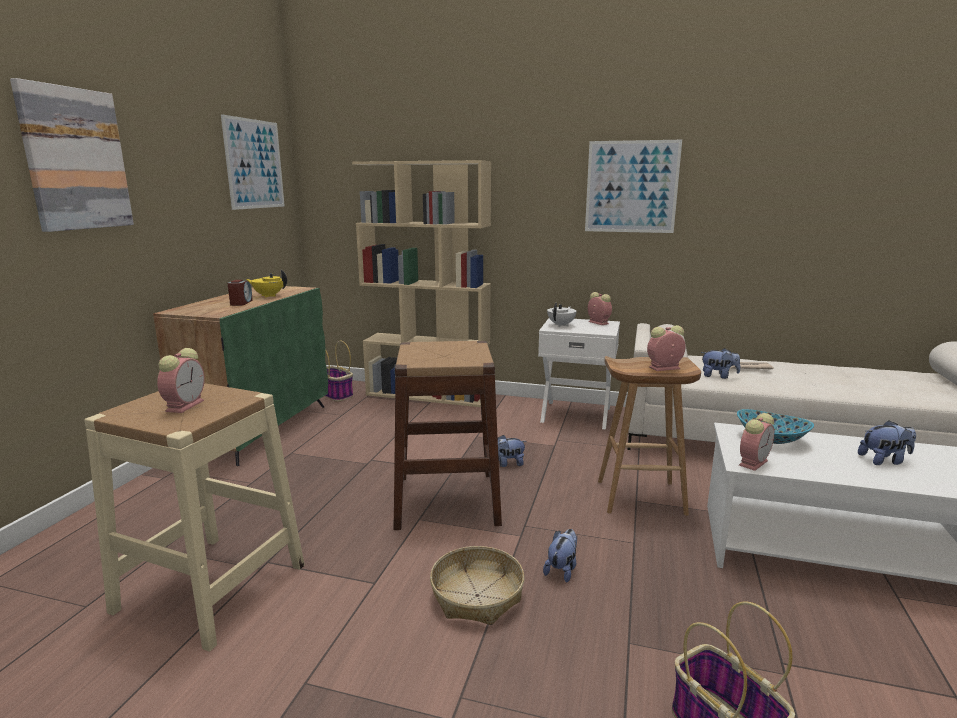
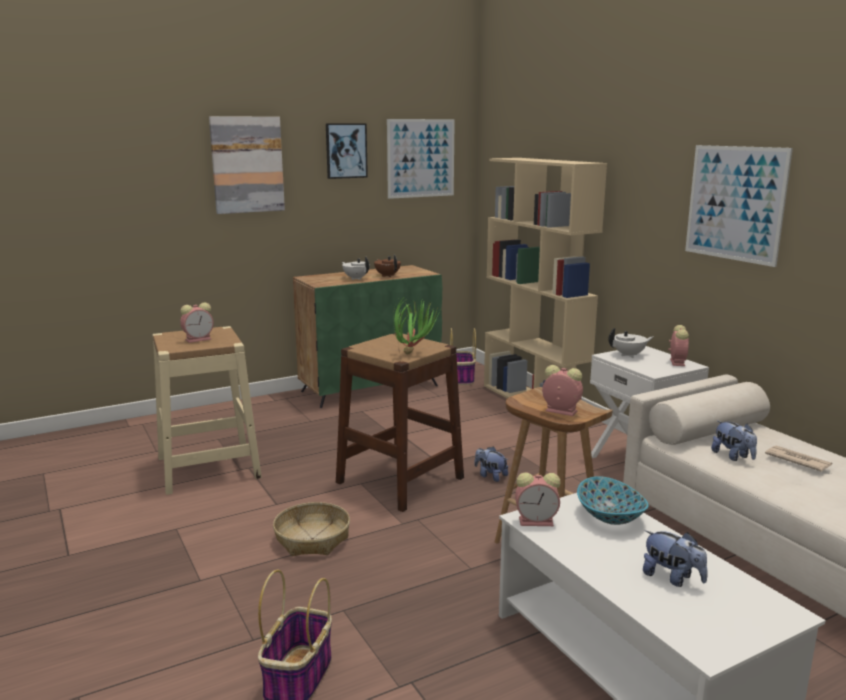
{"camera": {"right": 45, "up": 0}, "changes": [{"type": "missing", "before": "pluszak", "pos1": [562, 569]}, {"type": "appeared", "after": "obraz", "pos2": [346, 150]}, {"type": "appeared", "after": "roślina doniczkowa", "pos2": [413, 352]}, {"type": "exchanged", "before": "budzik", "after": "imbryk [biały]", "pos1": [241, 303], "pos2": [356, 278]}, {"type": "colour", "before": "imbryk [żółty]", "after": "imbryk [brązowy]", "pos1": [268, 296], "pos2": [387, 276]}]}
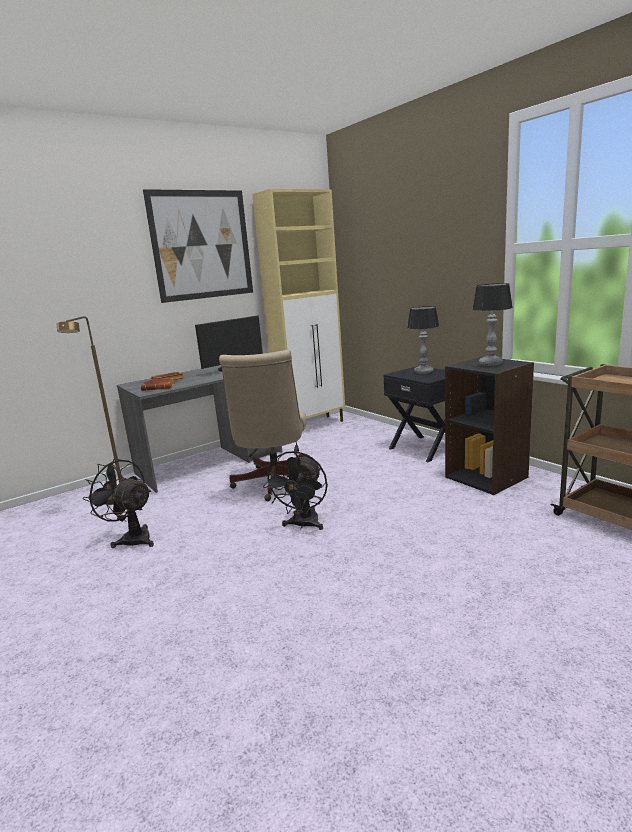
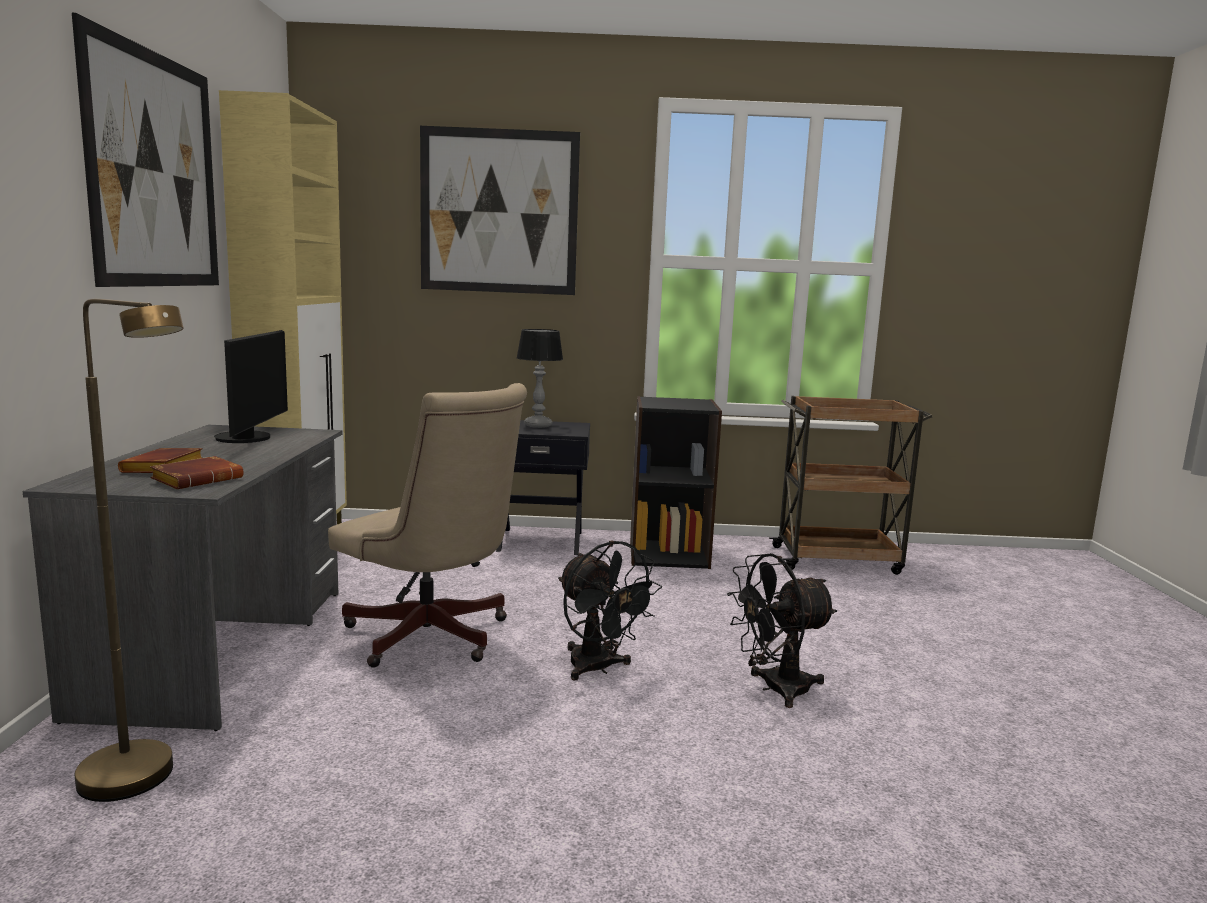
{"camera": {"right": -55, "up": -5}, "changes": [{"type": "missing", "before": "lampa stołowa", "pos1": [490, 363]}, {"type": "appeared", "after": "obraz", "pos2": [499, 212]}, {"type": "relocated", "before": "wentylator [czarny]", "pos1": [131, 538], "pos2": [775, 689]}]}
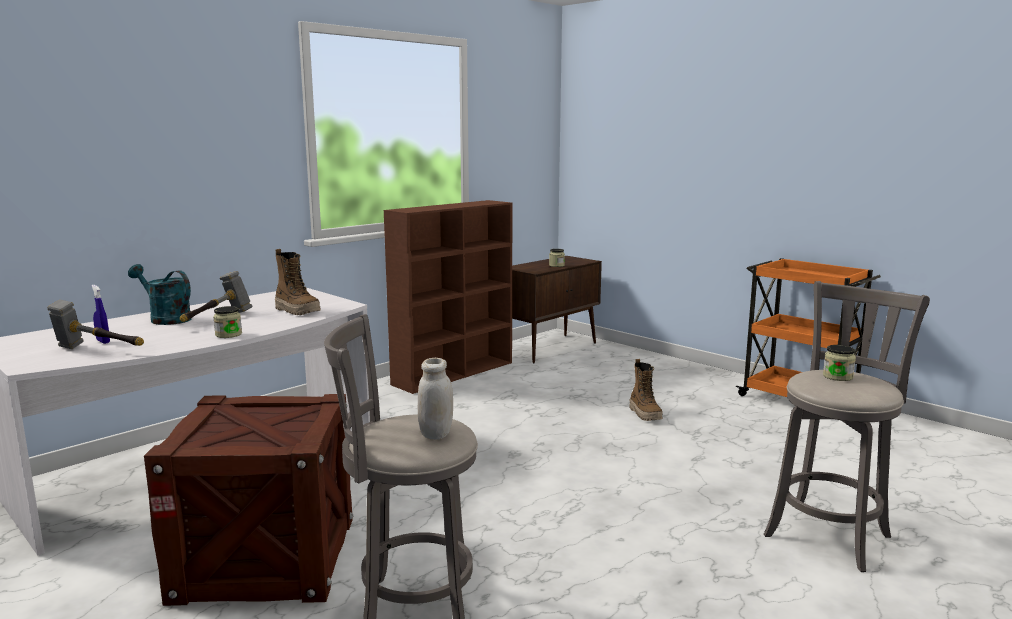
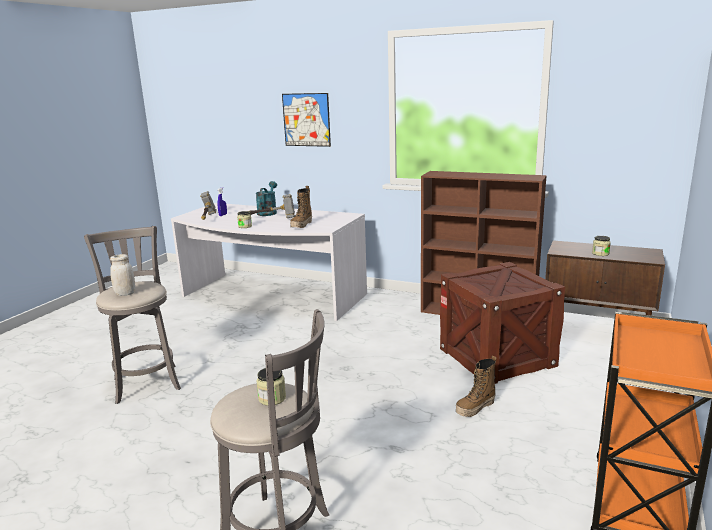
{"camera": {"right": 70, "up": 5}, "changes": [{"type": "appeared", "after": "obraz", "pos2": [306, 120]}, {"type": "relocated", "before": "skrzynka", "pos1": [266, 558], "pos2": [496, 357]}]}
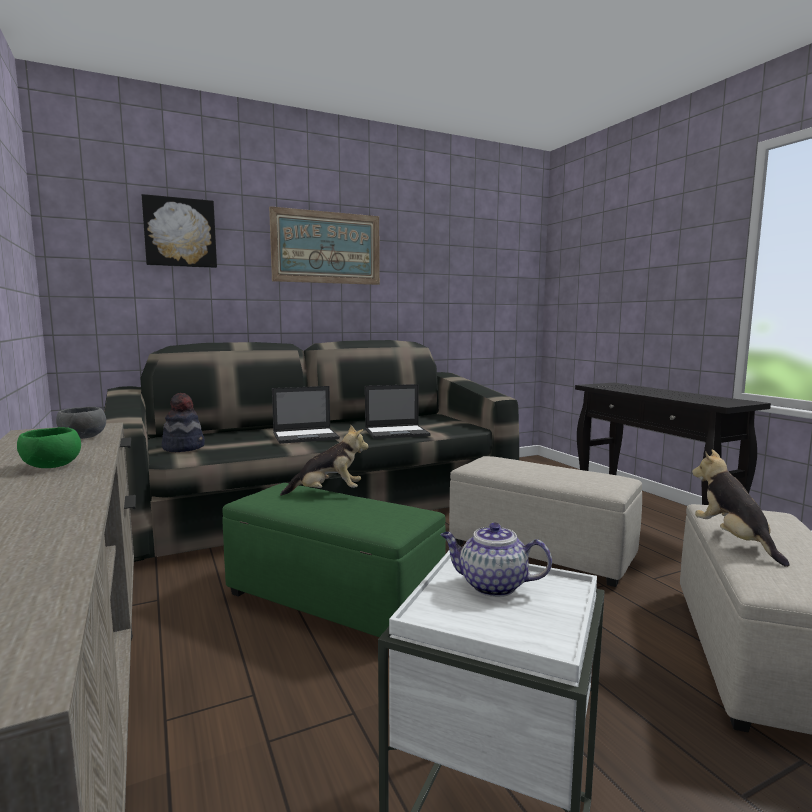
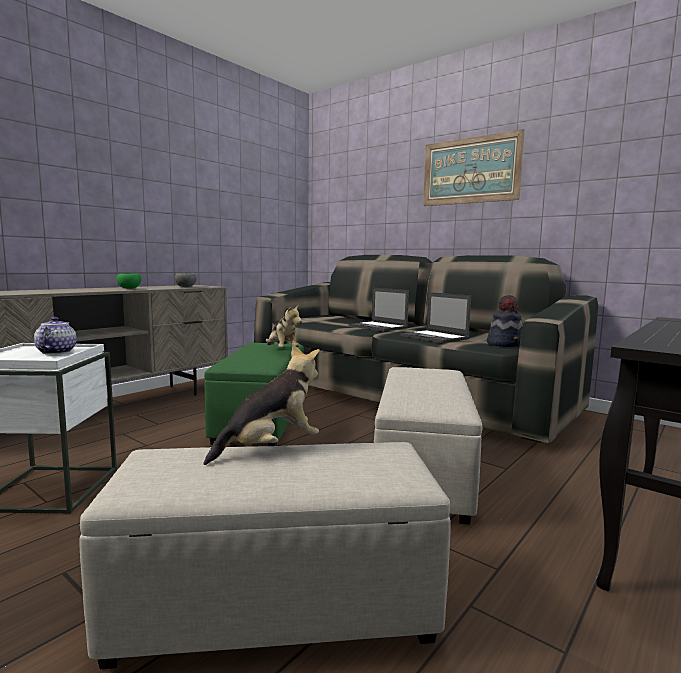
{"camera": {"right": 65, "up": 0}, "changes": [{"type": "missing", "before": "obraz", "pos1": [180, 233]}, {"type": "relocated", "before": "kapelusz", "pos1": [184, 447], "pos2": [505, 344]}]}
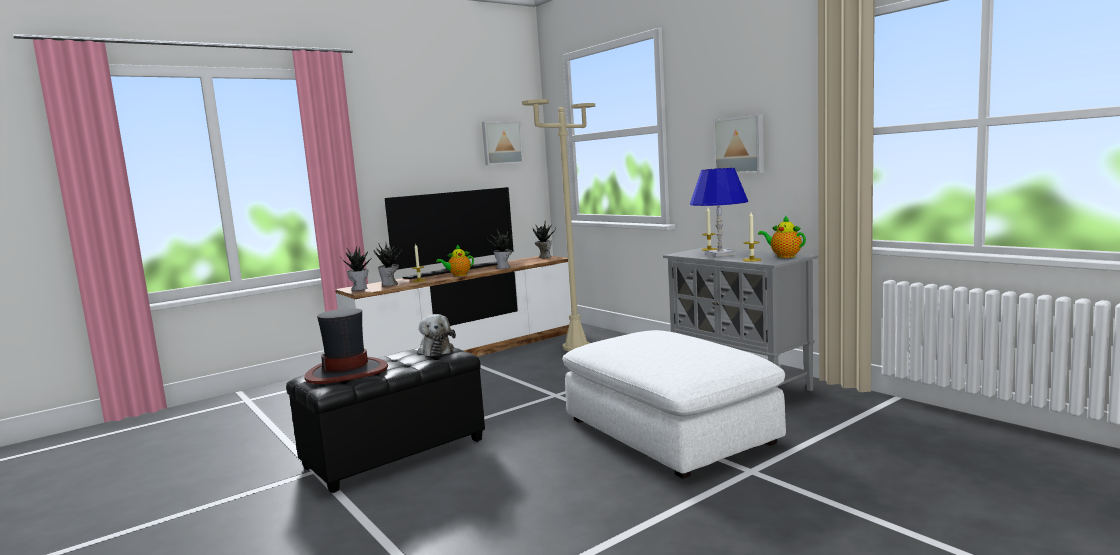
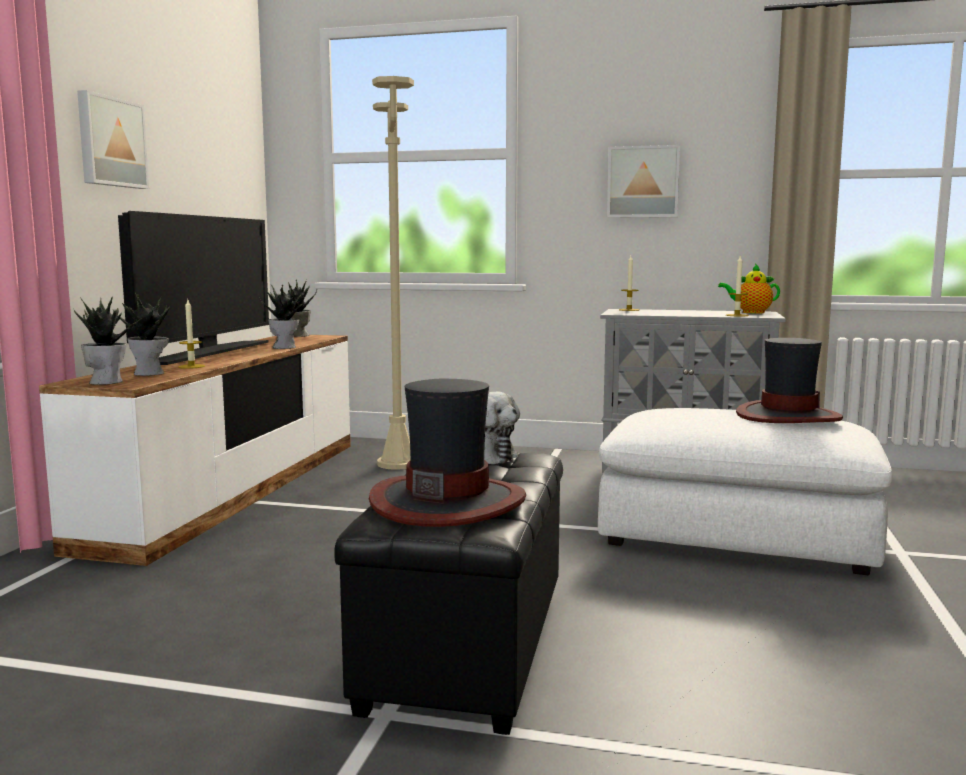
{"camera": {"right": -40, "up": 0}, "changes": [{"type": "missing", "before": "imbryk", "pos1": [458, 275]}, {"type": "missing", "before": "lampa stołowa [niebieski]", "pos1": [720, 254]}, {"type": "appeared", "after": "kapelusz", "pos2": [787, 416]}, {"type": "relocated", "before": "obraz", "pos1": [501, 143], "pos2": [110, 142]}]}
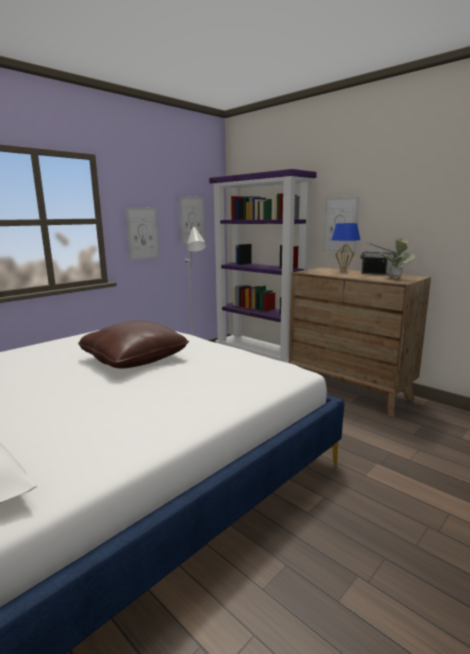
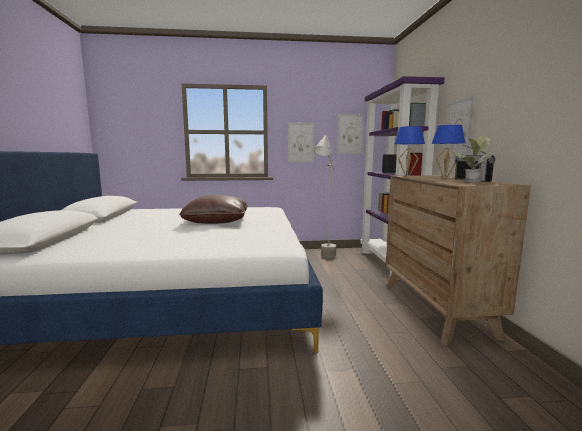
{"camera": {"right": 40, "up": -5}, "changes": [{"type": "appeared", "after": "lampa stołowa [niebieski]", "pos2": [406, 176]}]}
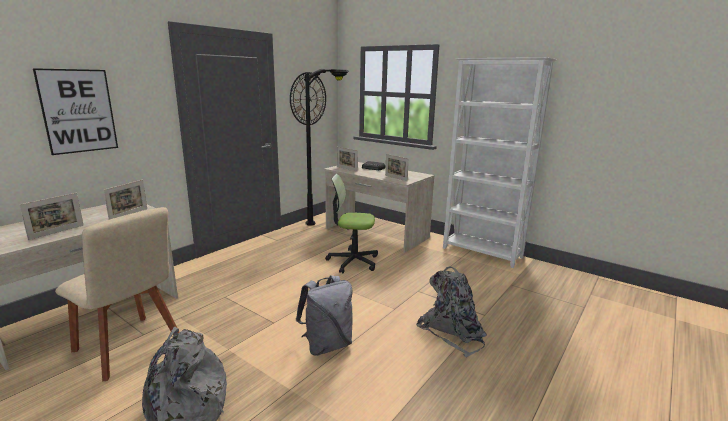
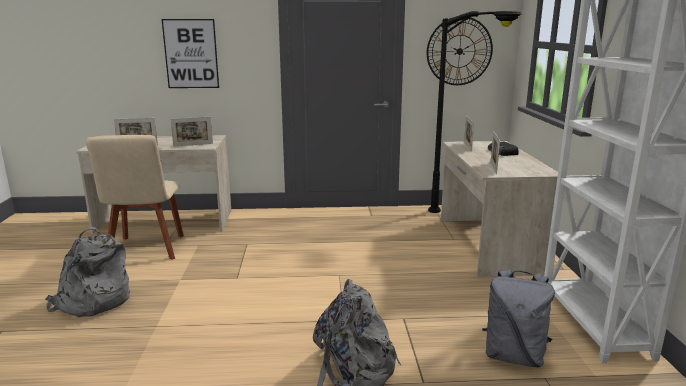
{"camera": {"right": 50, "up": 0}, "changes": [{"type": "missing", "before": "krzesło biurowe", "pos1": [352, 261]}, {"type": "relocated", "before": "plecak [szary]", "pos1": [327, 345], "pos2": [514, 356]}]}
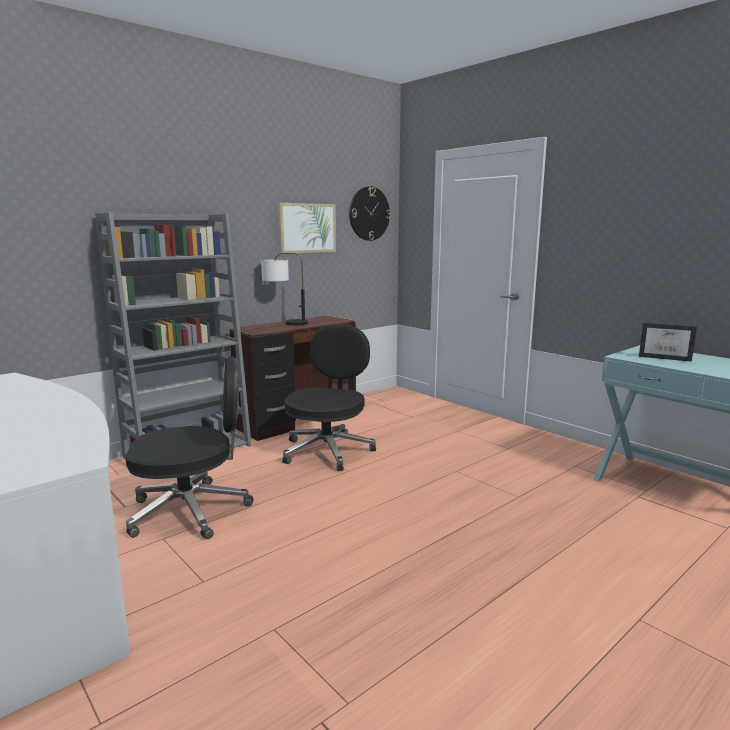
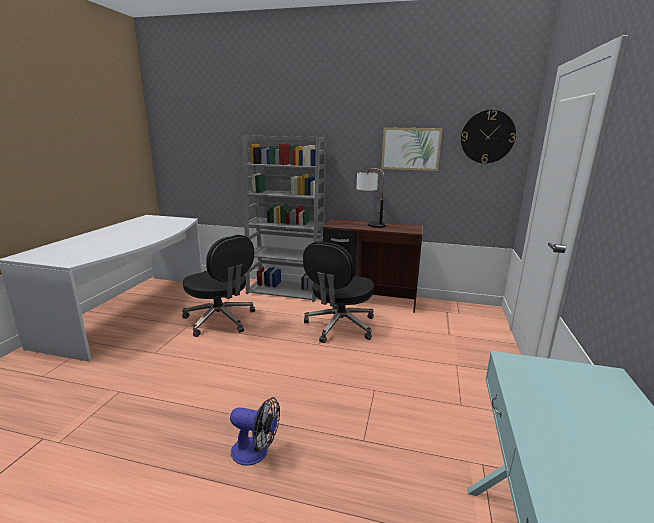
{"camera": {"right": 55, "up": 5}, "changes": [{"type": "missing", "before": "ramka na zdjęcie", "pos1": [665, 358]}, {"type": "appeared", "after": "wentylator", "pos2": [256, 452]}, {"type": "spun", "before": "krzesło biurowe [czarny]", "pos1": [328, 450], "pos2": [339, 326], "turn": 135}]}
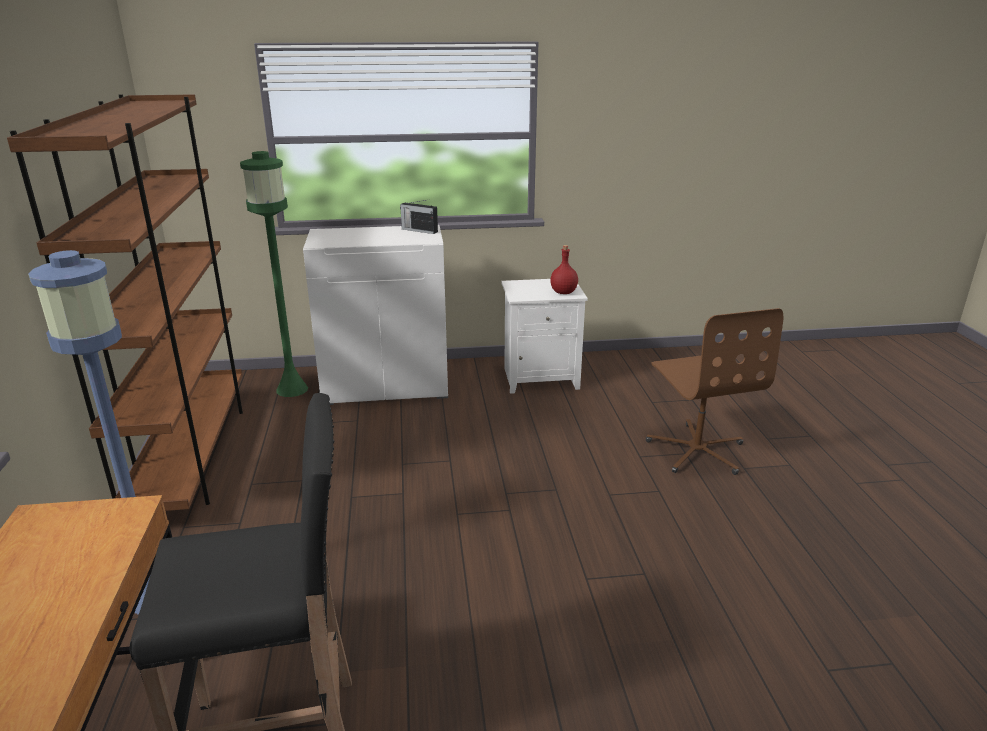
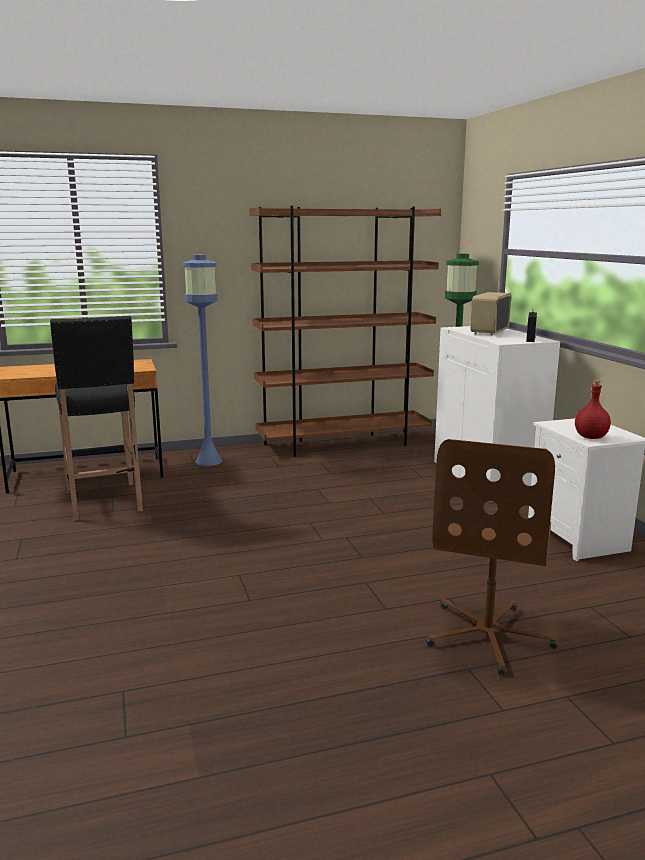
{"camera": {"right": 80, "up": -10}, "changes": [{"type": "appeared", "after": "radio", "pos2": [489, 332]}, {"type": "spun", "before": "krzesło biurowe [brązowy]", "pos1": [697, 450], "pos2": [489, 635], "turn": -45}]}
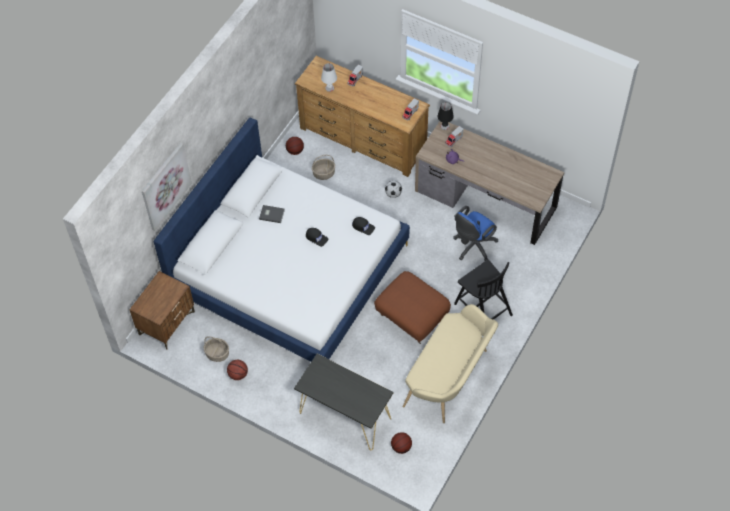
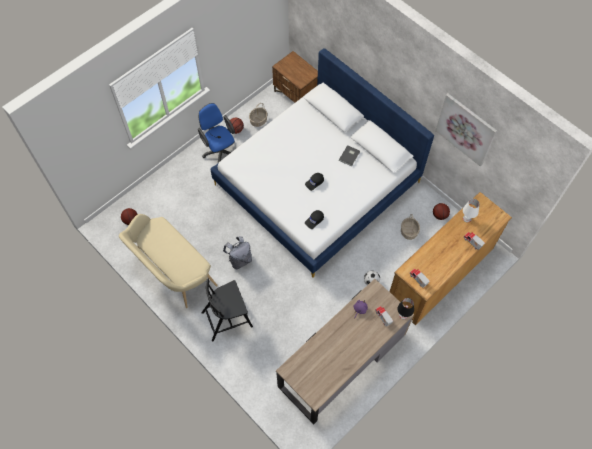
{"camera": {"right": 105, "up": 5}, "changes": [{"type": "missing", "before": "stolik konsolowy [czarny]", "pos1": [344, 415]}, {"type": "relocated", "before": "obraz", "pos1": [166, 186], "pos2": [465, 129]}, {"type": "relocated", "before": "krzesło biurowe [niebieski]", "pos1": [473, 247], "pos2": [220, 152]}, {"type": "exchanged", "before": "pufa [brązowy]", "after": "plecak [szary]", "pos1": [411, 318], "pos2": [239, 259]}]}
